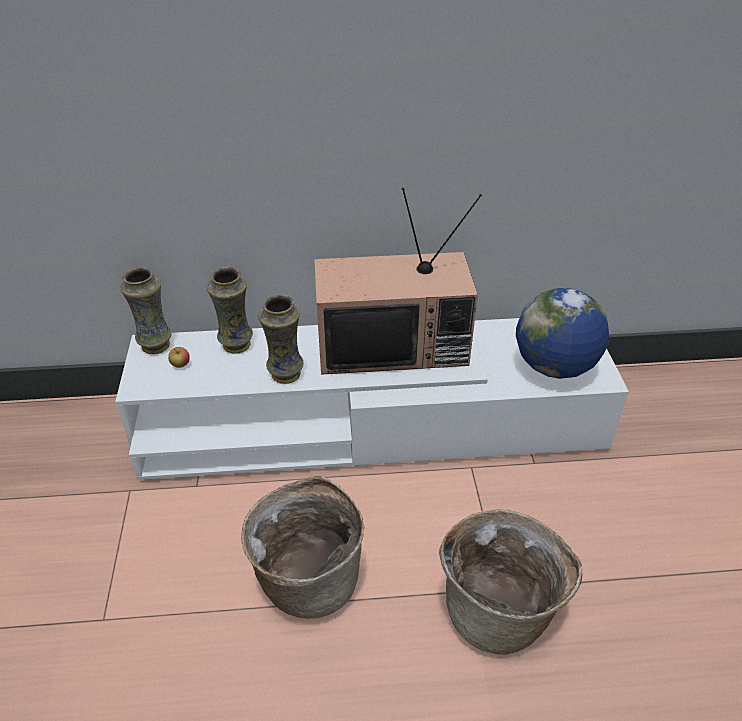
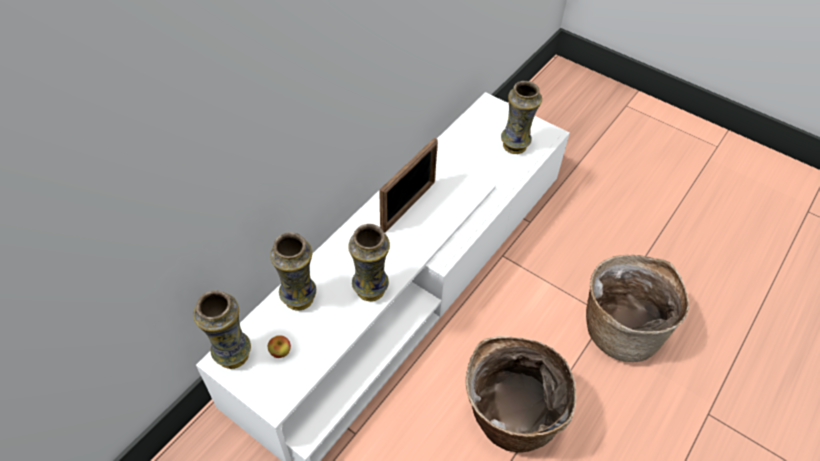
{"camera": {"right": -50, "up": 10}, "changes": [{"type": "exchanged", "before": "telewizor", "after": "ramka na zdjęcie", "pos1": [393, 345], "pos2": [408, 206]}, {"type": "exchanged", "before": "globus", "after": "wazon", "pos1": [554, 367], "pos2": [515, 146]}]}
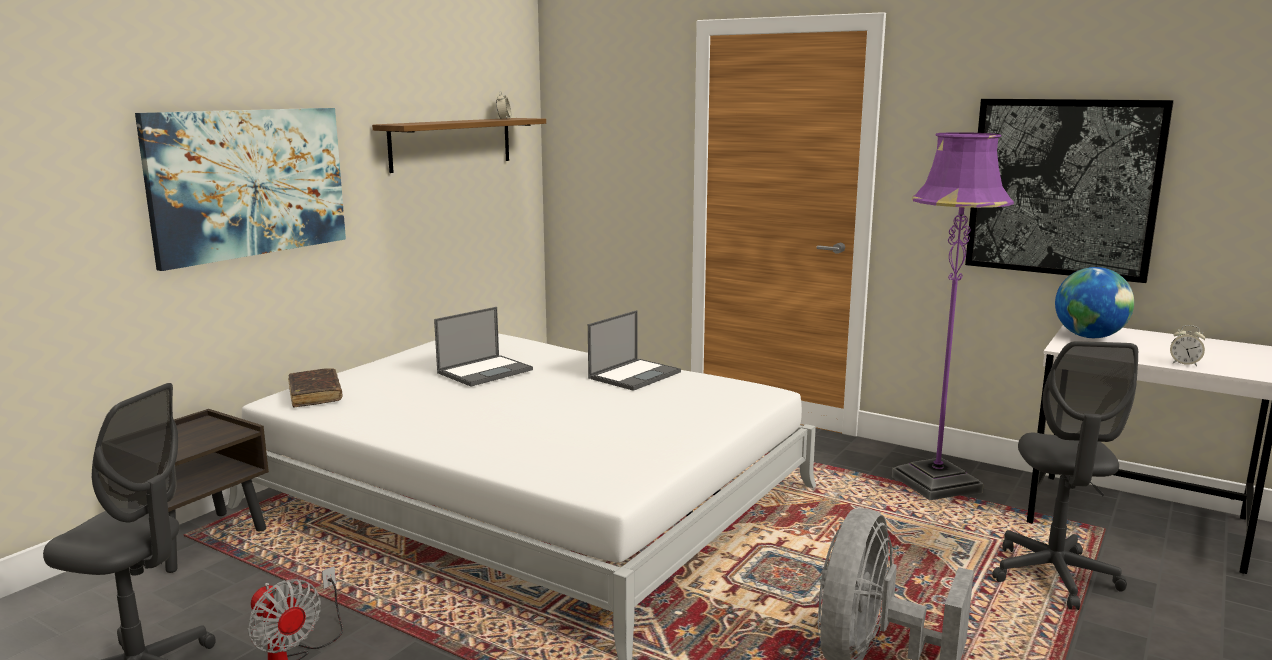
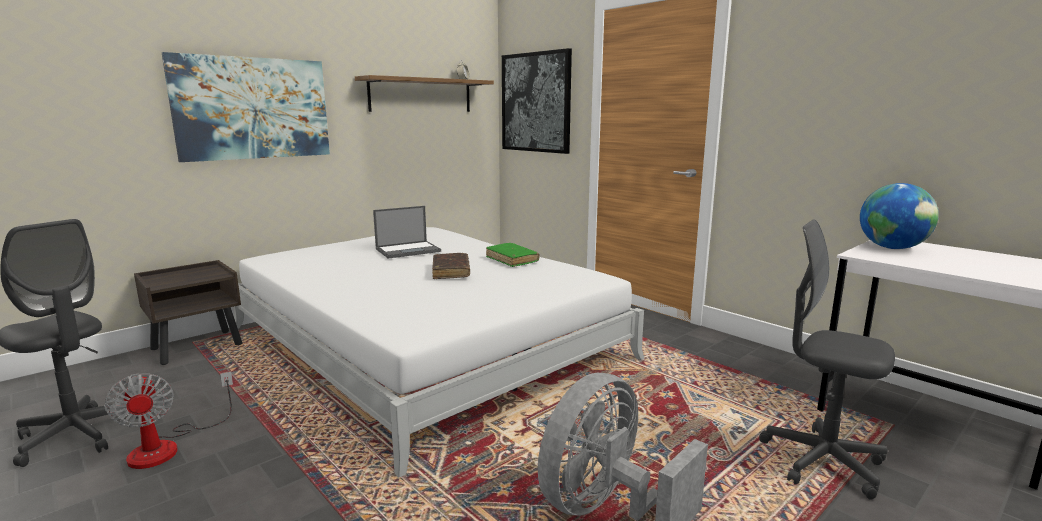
{"camera": {"right": 15, "up": 0}, "changes": [{"type": "missing", "before": "lampa stojąca [fioletowy]", "pos1": [936, 484]}, {"type": "missing", "before": "budzik", "pos1": [1184, 364]}, {"type": "relocated", "before": "książka [brązowy]", "pos1": [315, 395], "pos2": [451, 272]}, {"type": "relocated", "before": "obraz", "pos1": [1062, 188], "pos2": [536, 102]}, {"type": "exchanged", "before": "laptop", "after": "książka [zielony]", "pos1": [635, 375], "pos2": [512, 260]}, {"type": "spun", "before": "krzesło biurowe [szary]", "pos1": [1053, 576], "pos2": [821, 461], "turn": 105}]}
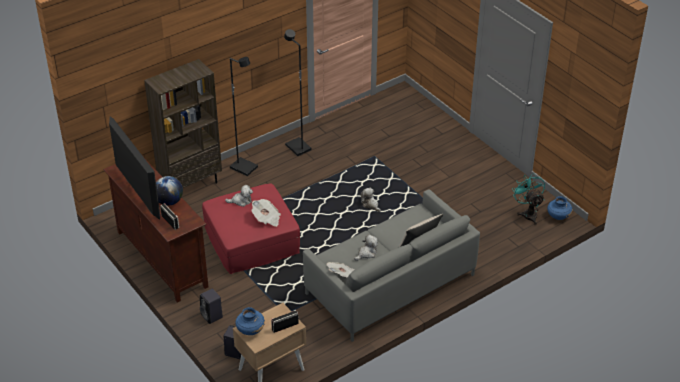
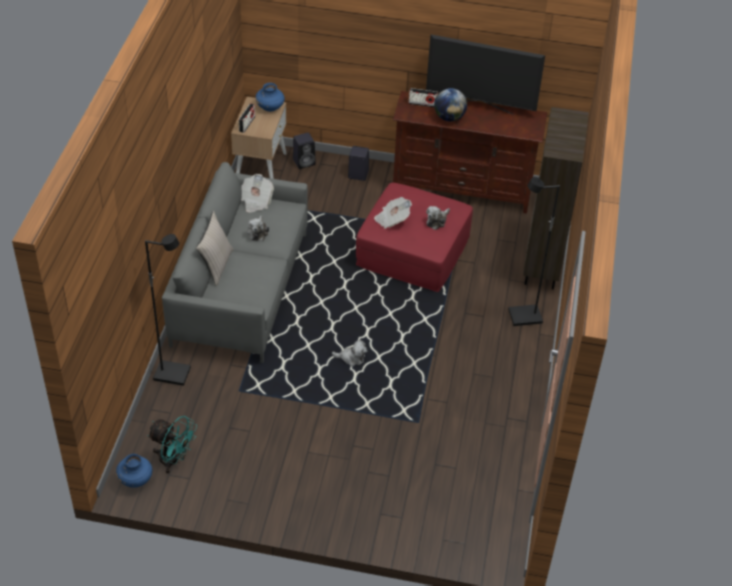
{"camera": {"right": 135, "up": 5}, "changes": [{"type": "relocated", "before": "lampa stojąca [czarny]", "pos1": [297, 148], "pos2": [173, 373]}]}
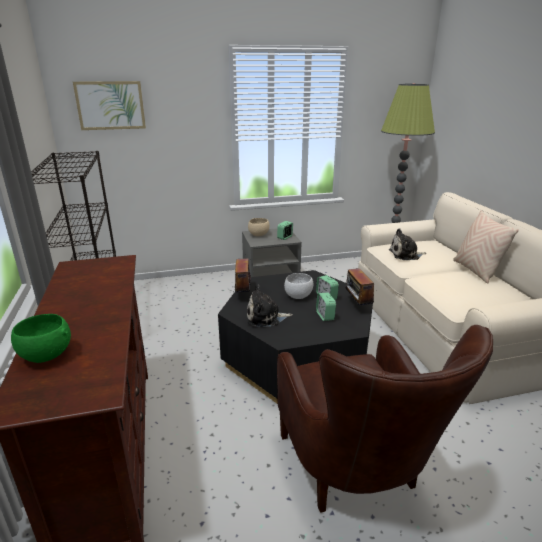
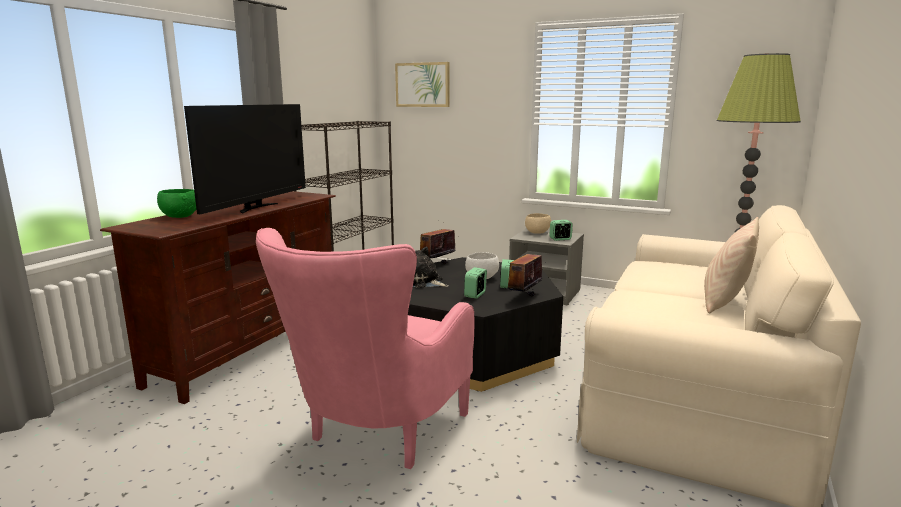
{"camera": {"right": 40, "up": -10}, "changes": [{"type": "missing", "before": "pluszak", "pos1": [405, 255]}, {"type": "appeared", "after": "telewizor", "pos2": [256, 208]}, {"type": "colour", "before": "fotel [brązowy]", "after": "fotel [różowy]", "pos1": [356, 477], "pos2": [376, 438]}]}
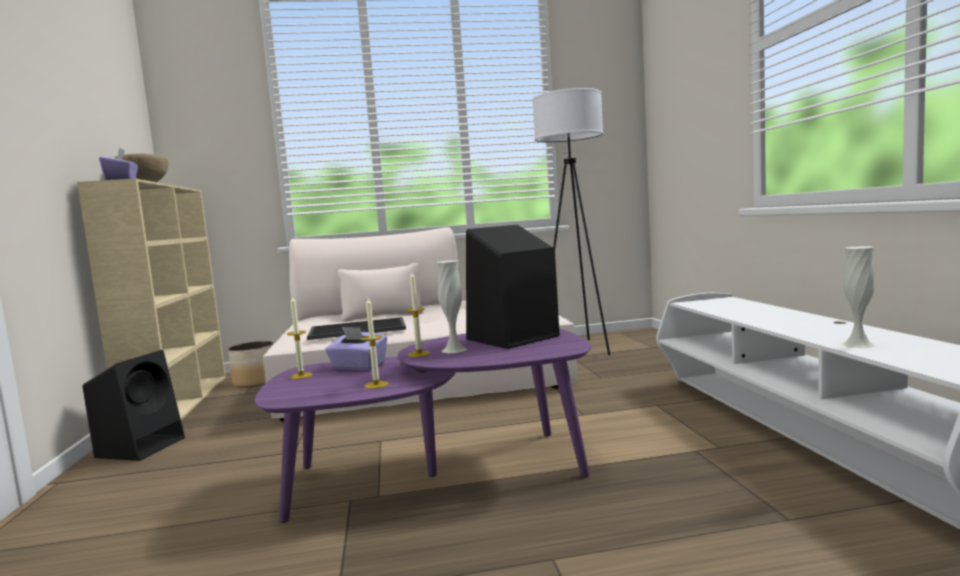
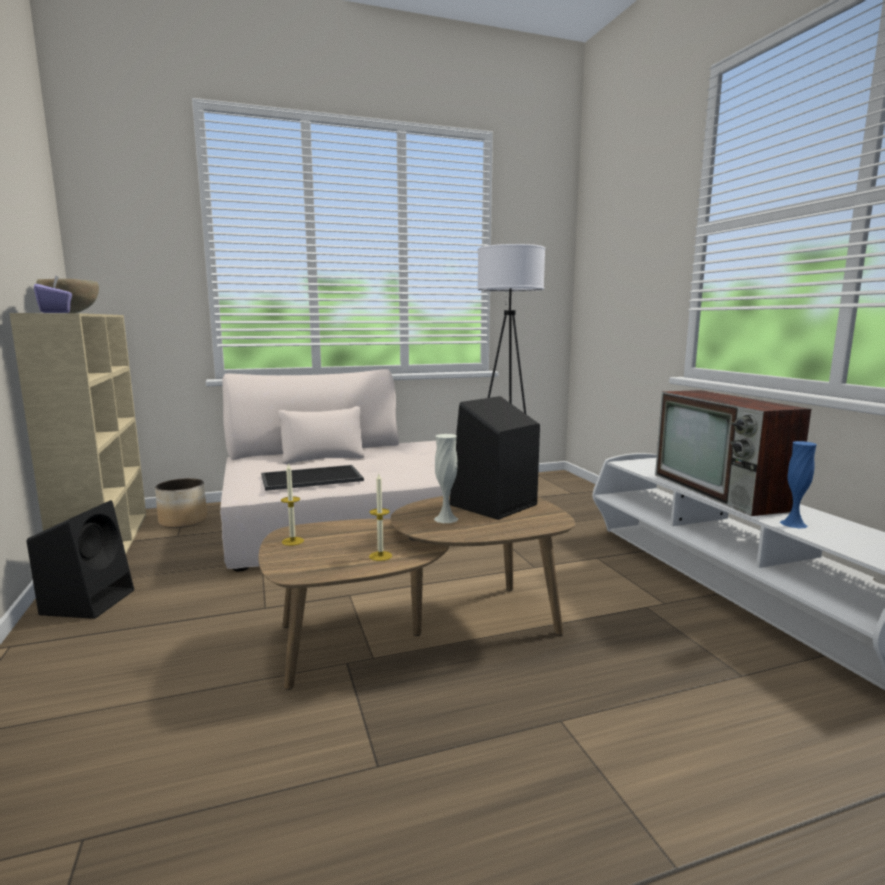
{"camera": {"right": -10, "up": 5}, "changes": [{"type": "missing", "before": "pudełko chusteczek [fioletowy]", "pos1": [358, 367]}, {"type": "missing", "before": "świeca", "pos1": [419, 354]}, {"type": "appeared", "after": "telewizor", "pos2": [721, 492]}, {"type": "colour", "before": "ława [fioletowy]", "after": "ława [brązowy]", "pos1": [437, 472], "pos2": [420, 631]}, {"type": "colour", "before": "wazon [biały]", "after": "wazon [niebieski]", "pos1": [858, 344], "pos2": [793, 524]}]}
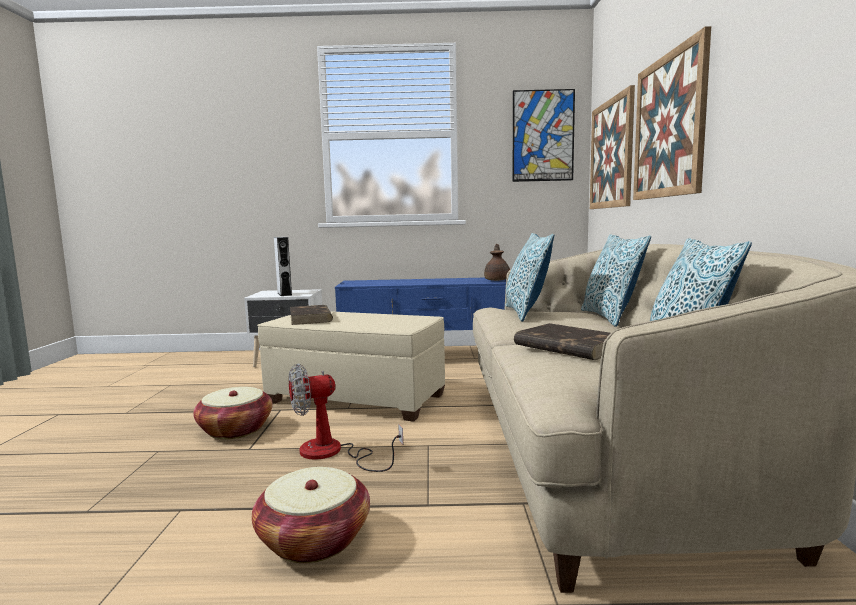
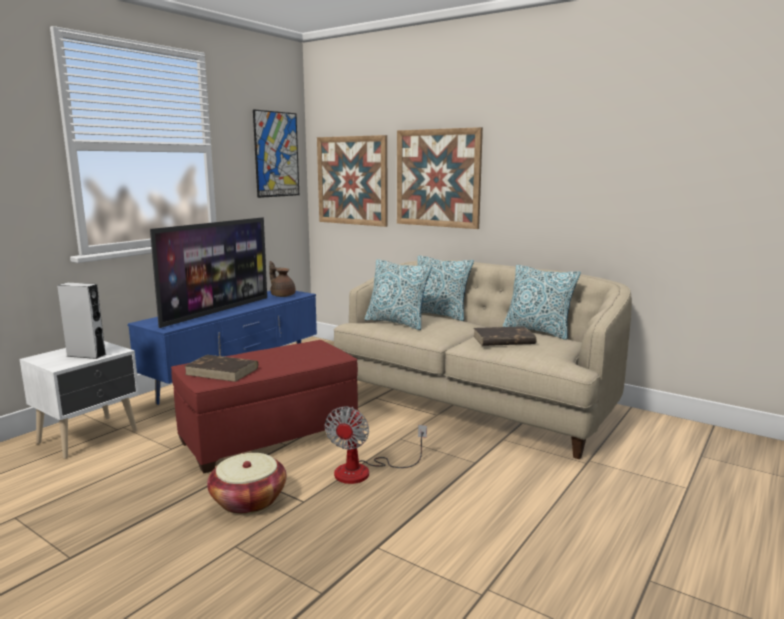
{"camera": {"right": -55, "up": 5}, "changes": [{"type": "missing", "before": "koszyk", "pos1": [314, 539]}, {"type": "appeared", "after": "telewizor", "pos2": [217, 311]}, {"type": "colour", "before": "pufa [beżowy]", "after": "pufa [czerwony]", "pos1": [356, 398], "pos2": [270, 436]}]}
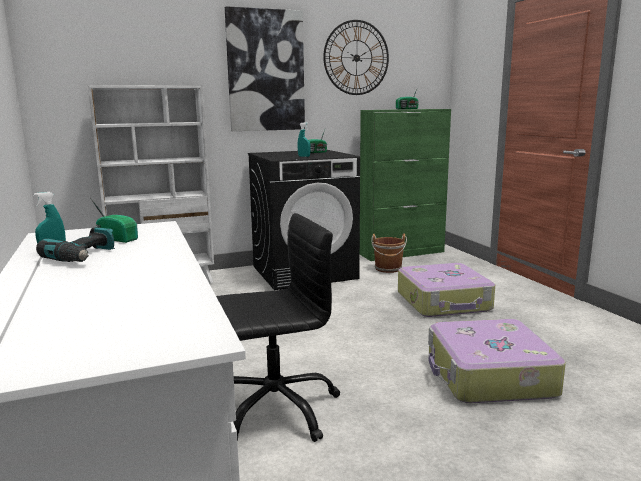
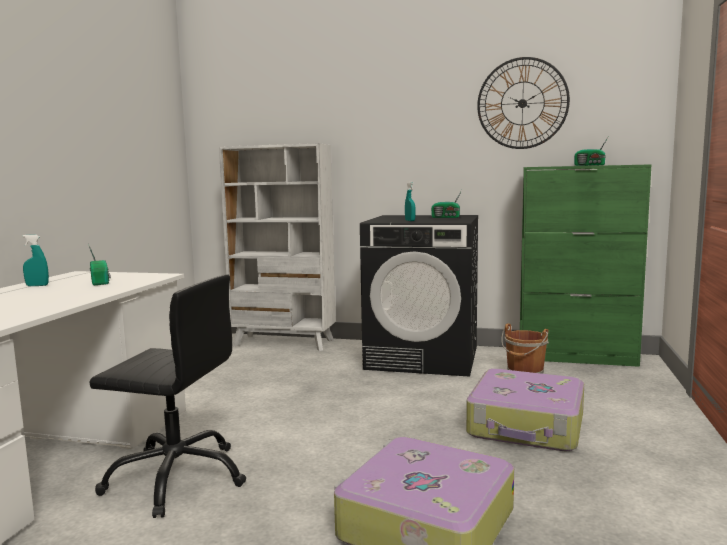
{"camera": {"right": 35, "up": -5}, "changes": [{"type": "missing", "before": "wiertarka", "pos1": [85, 257]}, {"type": "missing", "before": "obraz", "pos1": [265, 71]}]}
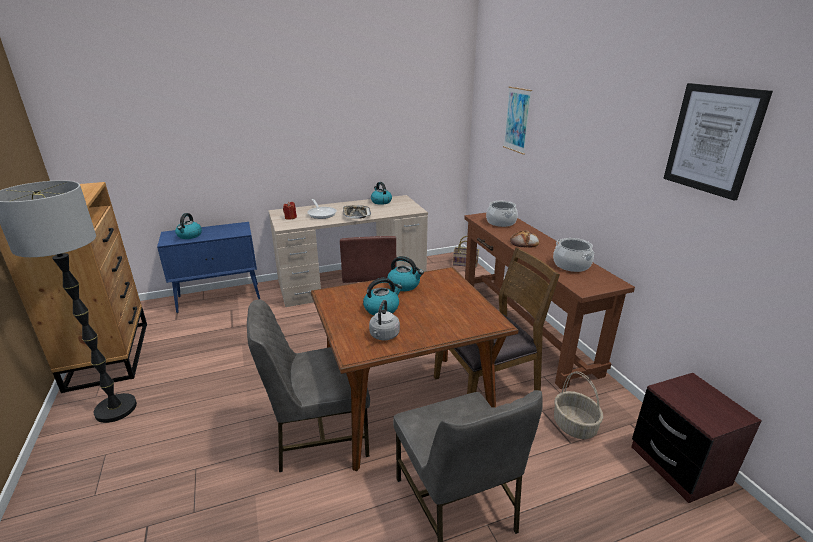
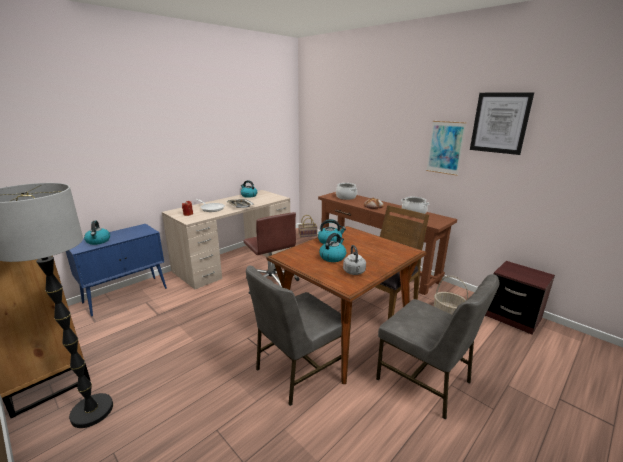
{"camera": {"right": -25, "up": -5}, "changes": [{"type": "relocated", "before": "obraz", "pos1": [517, 120], "pos2": [445, 147]}]}
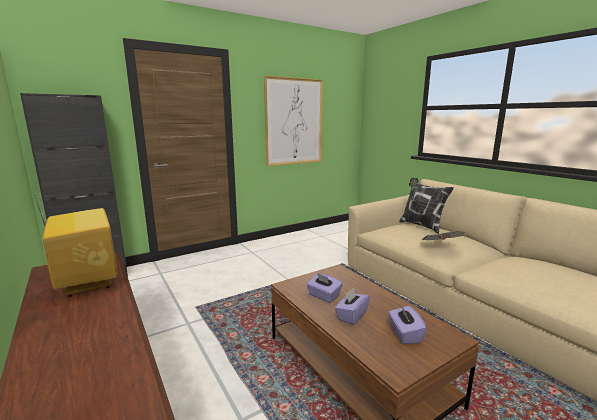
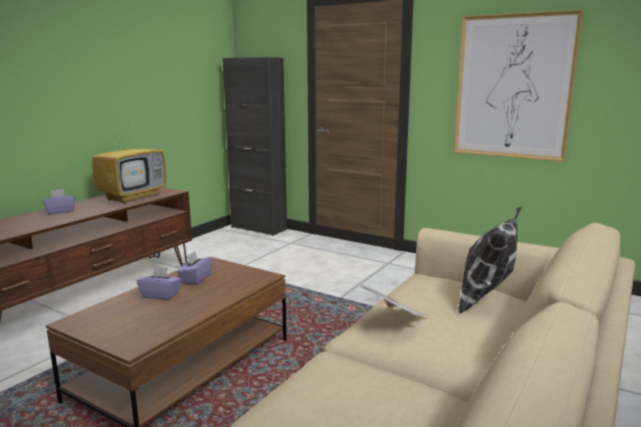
{"camera": {"right": 65, "up": 0}, "changes": [{"type": "relocated", "before": "pudełko chusteczek [fioletowy]", "pos1": [404, 334], "pos2": [60, 211]}]}
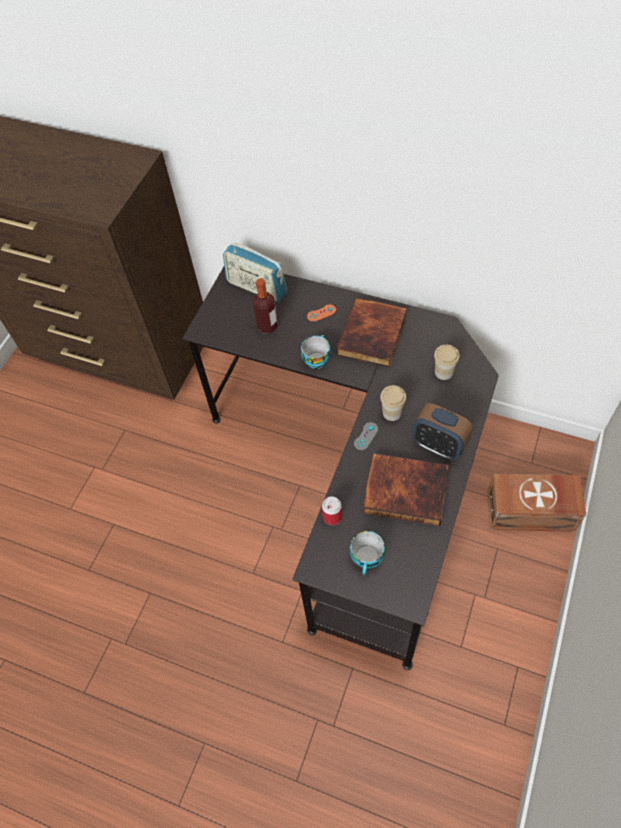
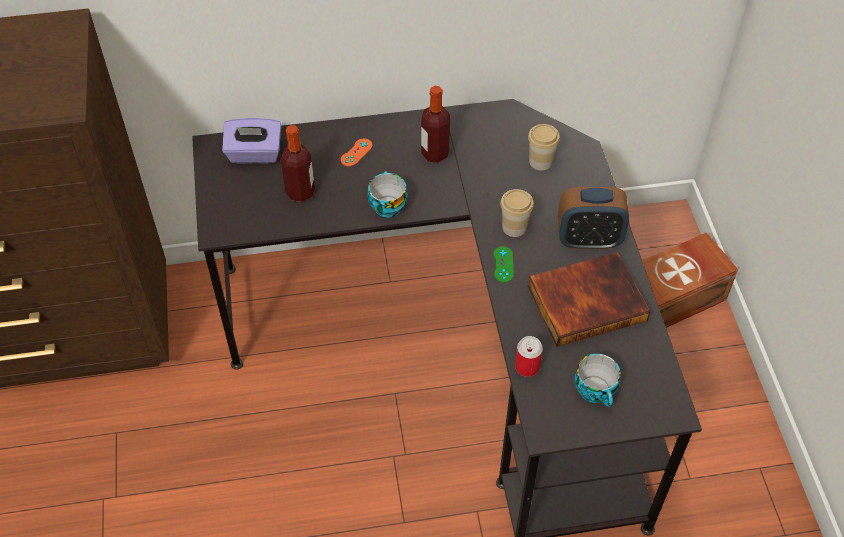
{"camera": {"right": -35, "up": -5}, "changes": [{"type": "exchanged", "before": "radio", "after": "pudełko chusteczek [fioletowy]", "pos1": [256, 287], "pos2": [254, 154]}, {"type": "exchanged", "before": "książka", "after": "butelka", "pos1": [373, 335], "pos2": [435, 154]}, {"type": "colour", "before": "pad do gier [szary]", "after": "pad do gier [zielony]", "pos1": [366, 436], "pos2": [503, 264]}]}
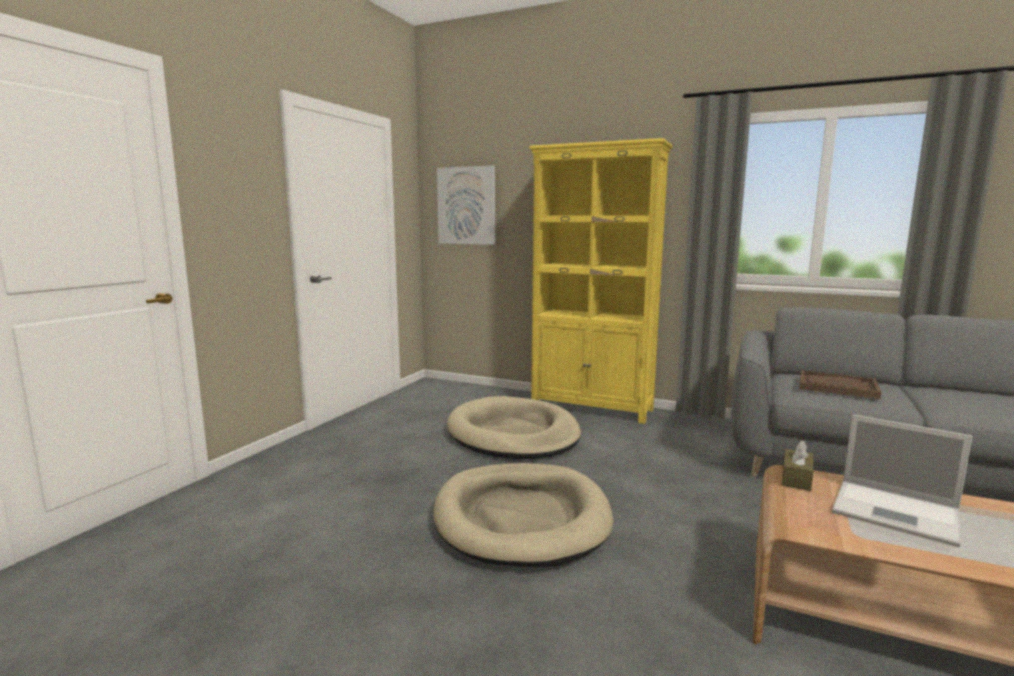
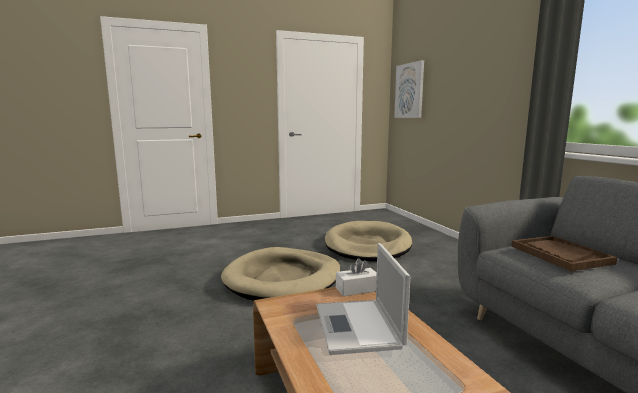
{"camera": {"right": 45, "up": 0}, "changes": [{"type": "missing", "before": "regał [żółty]", "pos1": [592, 408]}, {"type": "colour", "before": "pudełko chusteczek [brązowy]", "after": "pudełko chusteczek [biały]", "pos1": [796, 478], "pos2": [357, 289]}]}
